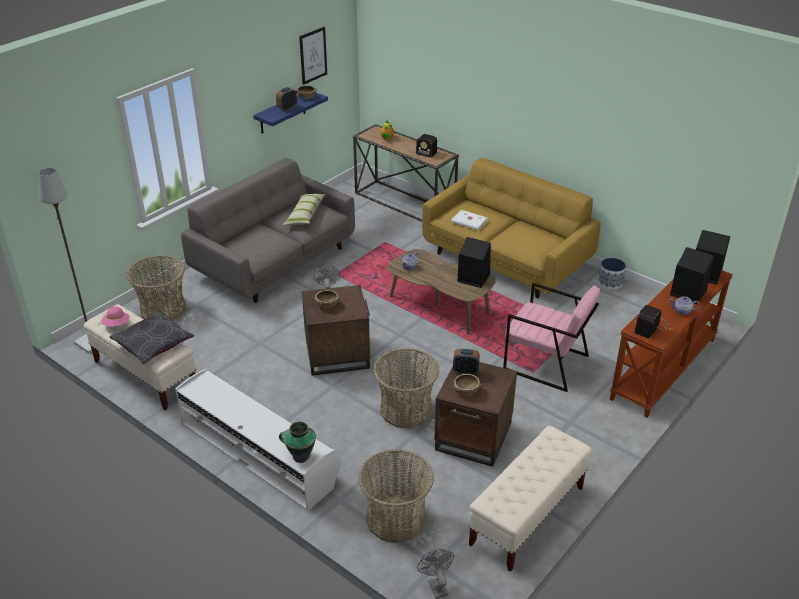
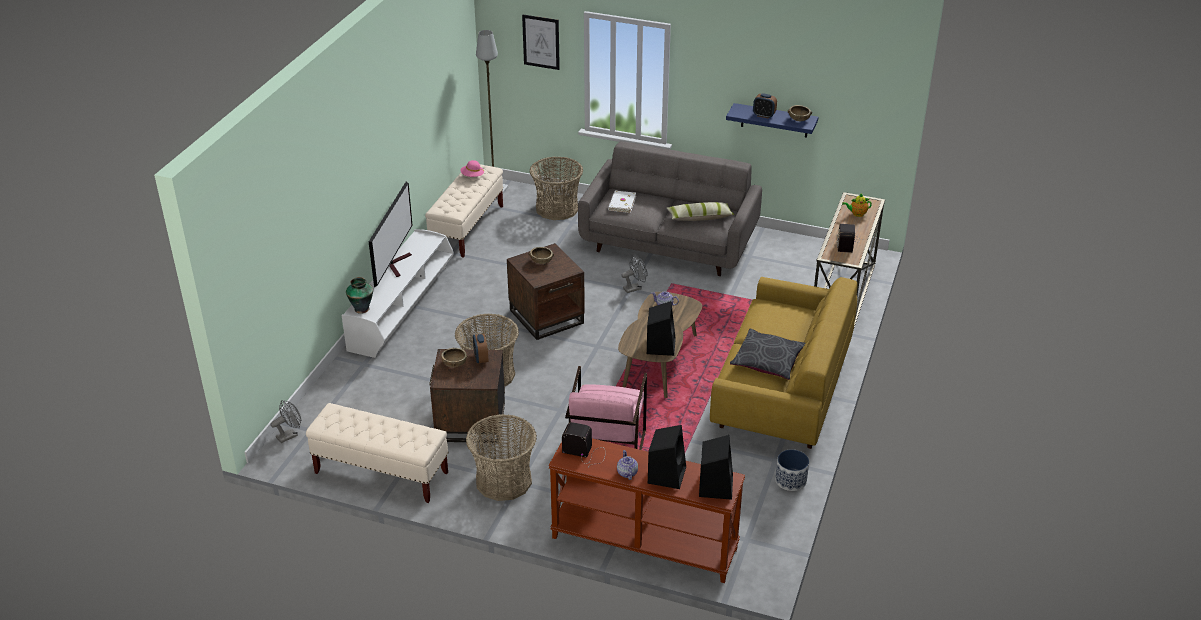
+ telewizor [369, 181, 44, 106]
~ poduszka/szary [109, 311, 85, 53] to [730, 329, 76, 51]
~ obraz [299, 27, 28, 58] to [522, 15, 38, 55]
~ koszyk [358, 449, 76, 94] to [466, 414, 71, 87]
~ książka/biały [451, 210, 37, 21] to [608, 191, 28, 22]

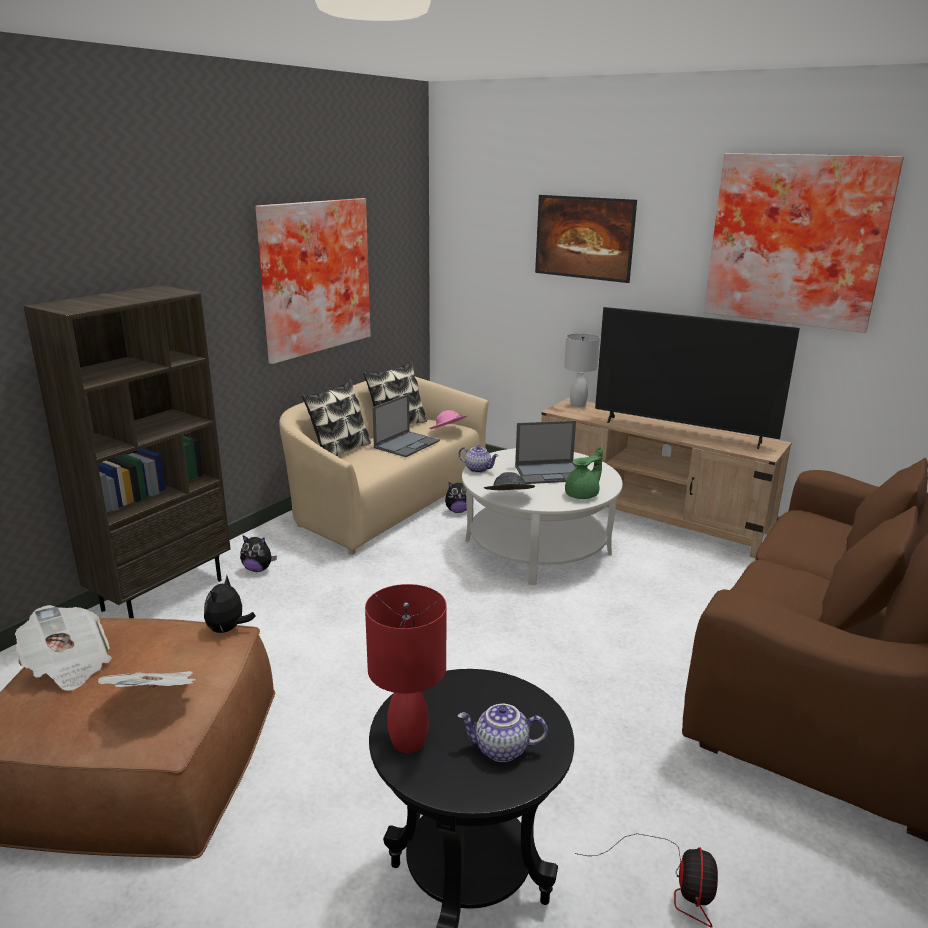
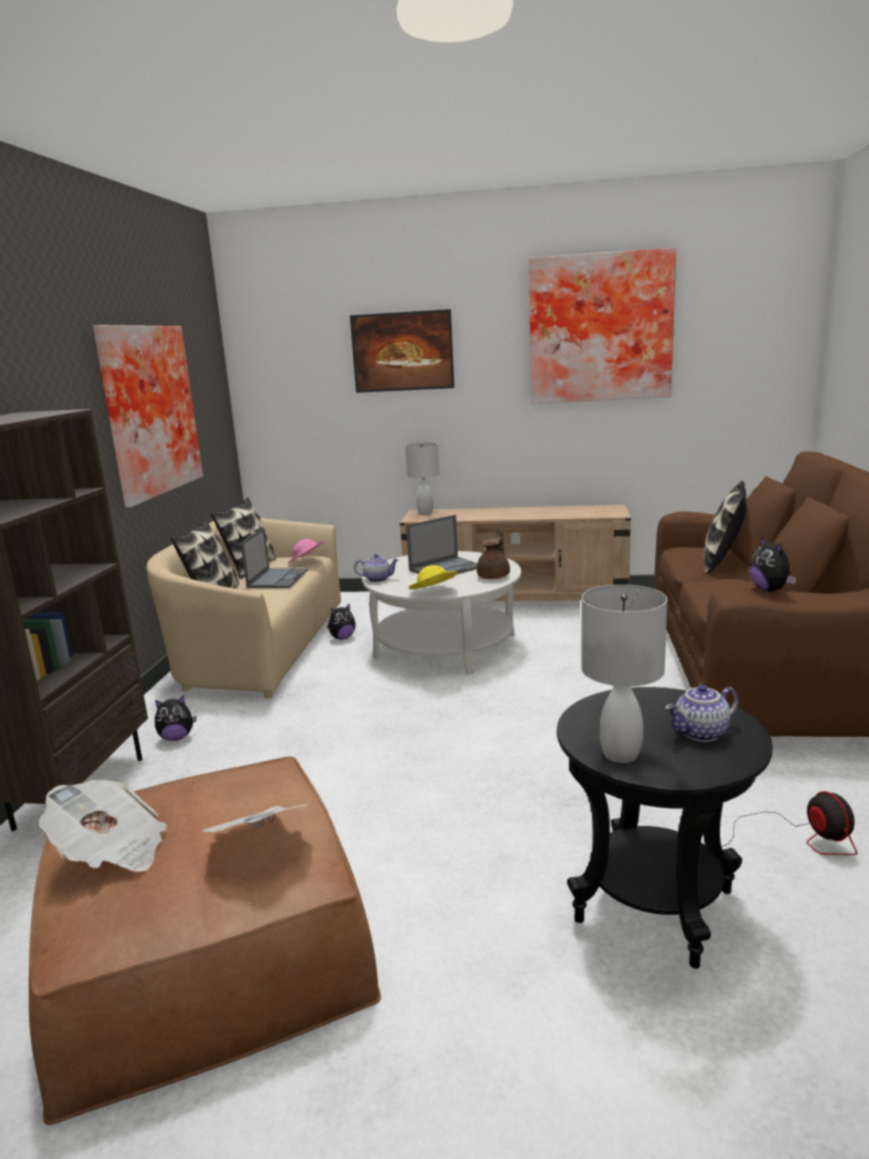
- telewizor [595, 307, 205, 142]
+ poduszka [704, 481, 43, 93]
~ pluszak [204, 575, 52, 58] to [749, 537, 48, 55]
~ lampa stołowa/czerwony [365, 584, 82, 169] to lampa stołowa/biały [581, 585, 86, 178]
~ kapelusz/szary [484, 472, 51, 18] to kapelusz/żółty [408, 565, 49, 25]
~ imbryk/zielony [565, 447, 38, 52] to imbryk/brązowy [477, 527, 33, 52]

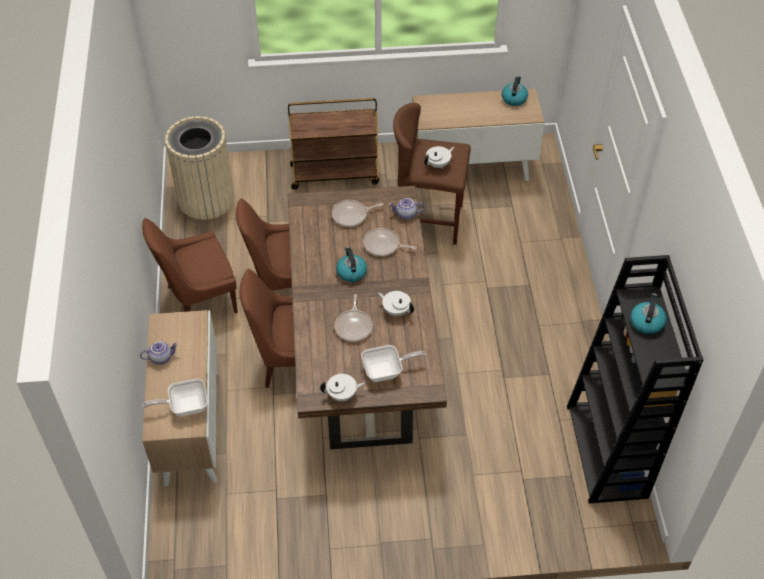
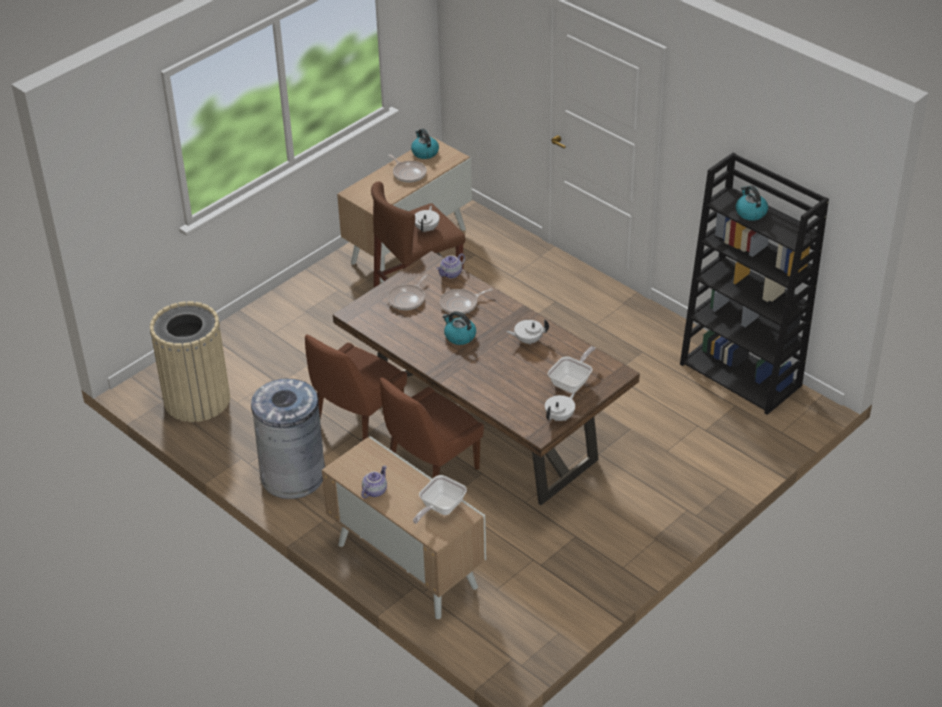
- wózek/brązowy [288, 98, 91, 92]
~ patelnia [334, 294, 39, 48] to [388, 154, 39, 28]
~ krzesło/brązowy [142, 218, 96, 95] to kosz na śmieci/szary [251, 379, 74, 120]

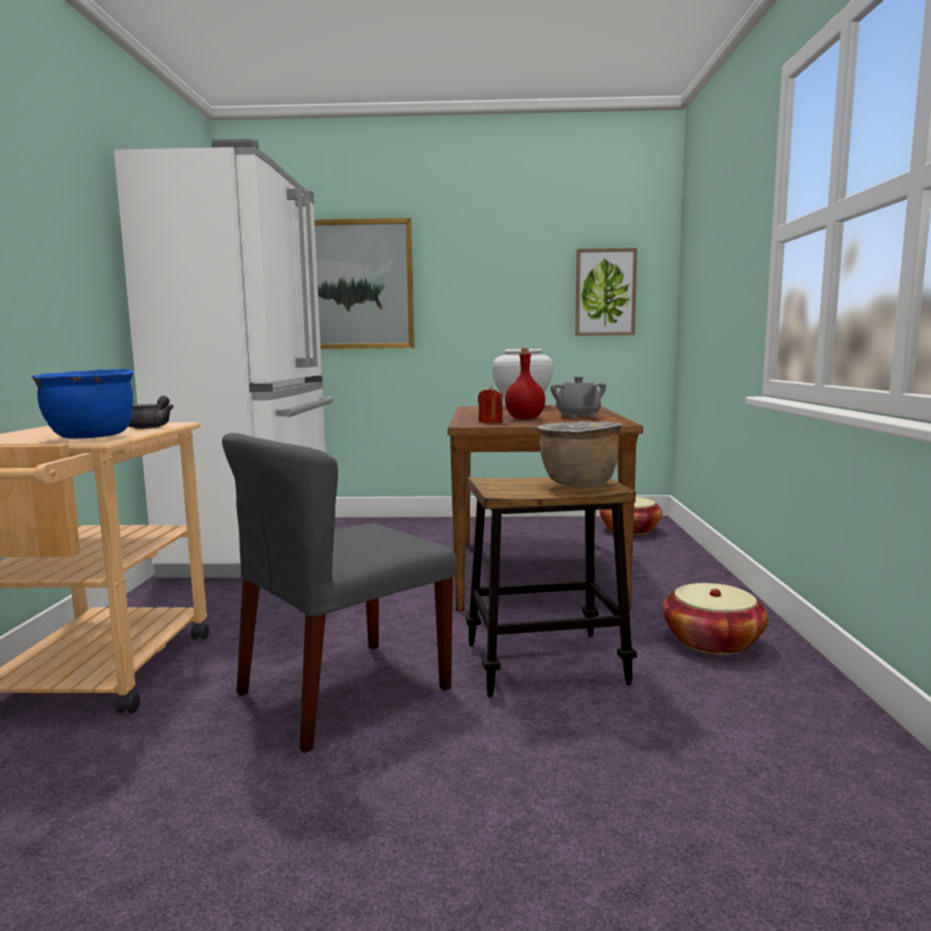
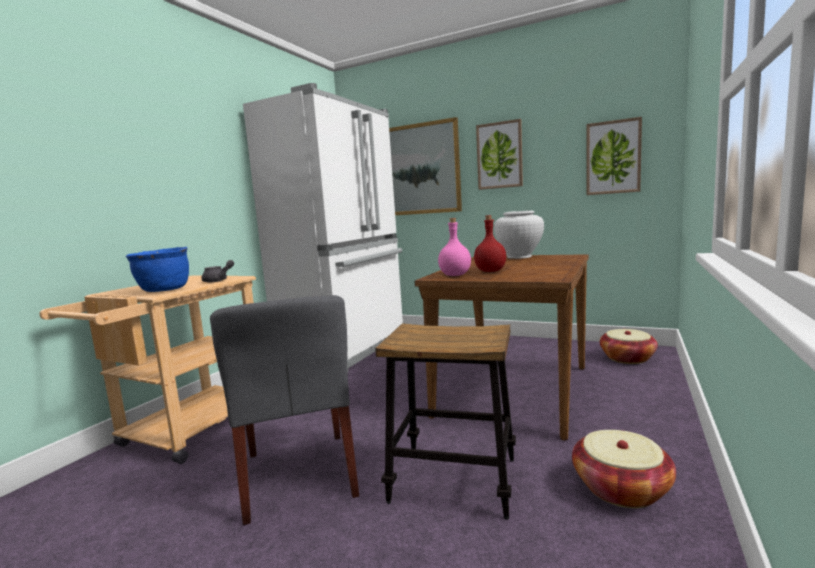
- garnek/brązowy [537, 421, 85, 66]
- imbryk/szary [551, 376, 55, 43]
+ obraz [476, 119, 47, 71]
~ świeca/czerwony [478, 386, 25, 37] to butelka/różowy [438, 218, 33, 58]
~ krzesło/szary [222, 433, 235, 320] = [210, 295, 149, 230] 90 degrees counterclockwise

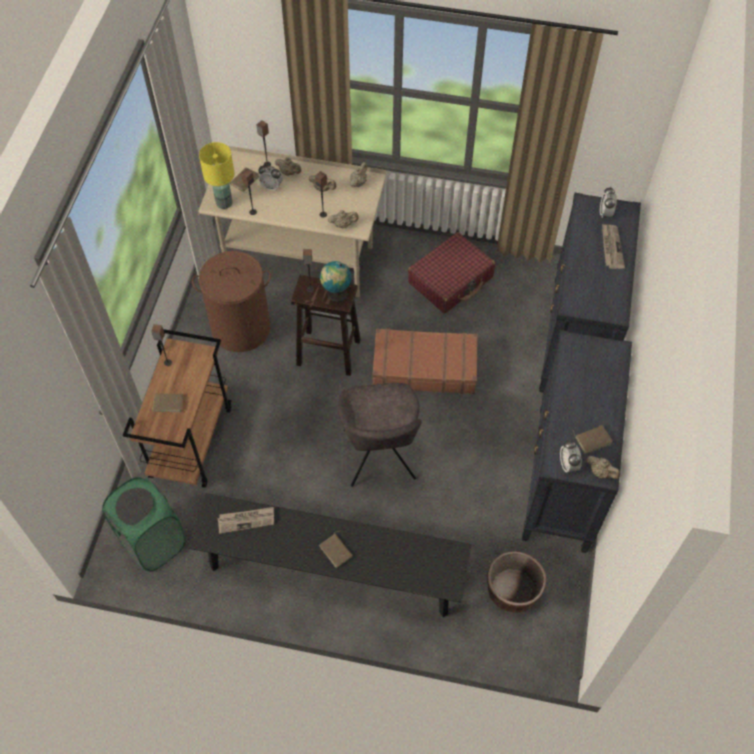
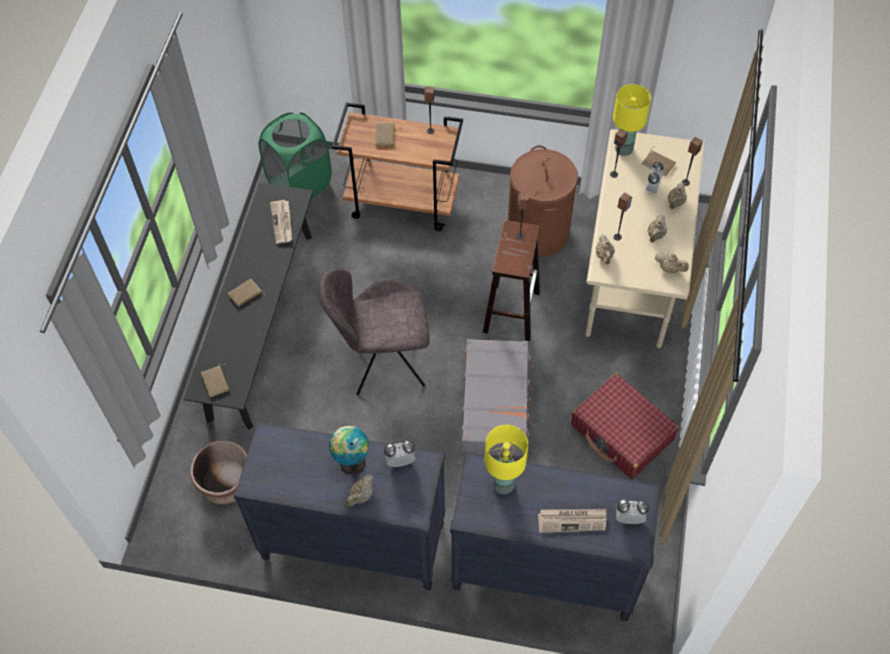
+ lampa stołowa/żółty [485, 425, 43, 69]
~ globus [320, 261, 32, 41] to [329, 426, 40, 49]
~ budzik [560, 440, 22, 33] to [384, 440, 31, 27]
~ książka/brązowy [573, 425, 40, 29] to [201, 364, 28, 33]
~ imbryk/beżowy [586, 456, 34, 23] to [346, 474, 28, 33]
~ walizka/brązowy [372, 328, 106, 66] to walizka/szary [461, 339, 71, 118]

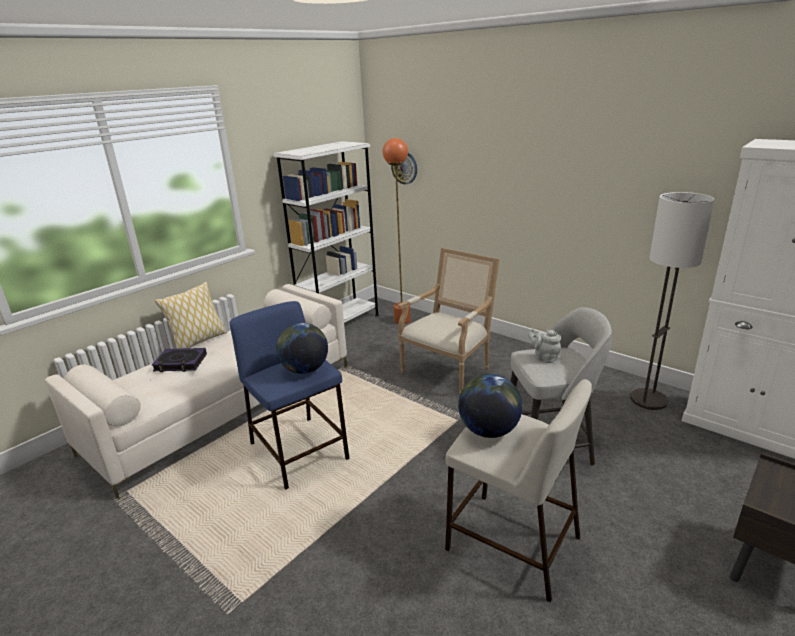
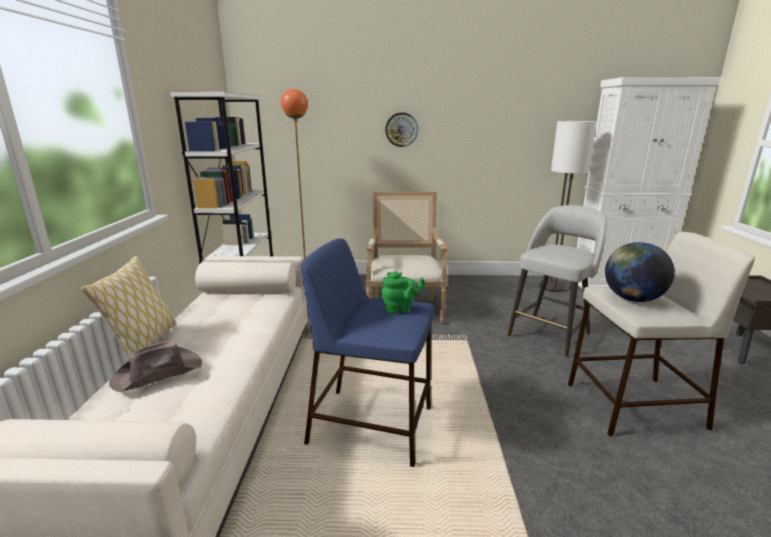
- imbryk/szary [528, 329, 33, 34]
~ zegar ścienny [391, 153, 26, 31] to [385, 112, 33, 35]
~ książka [151, 348, 56, 24] to kapelusz/brązowy [109, 340, 93, 52]
~ globus [276, 323, 52, 51] to imbryk/zielony [381, 271, 44, 43]

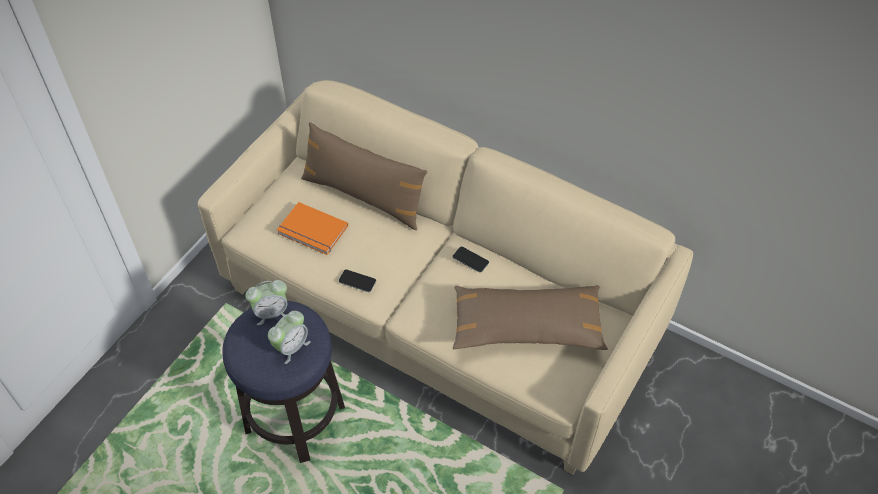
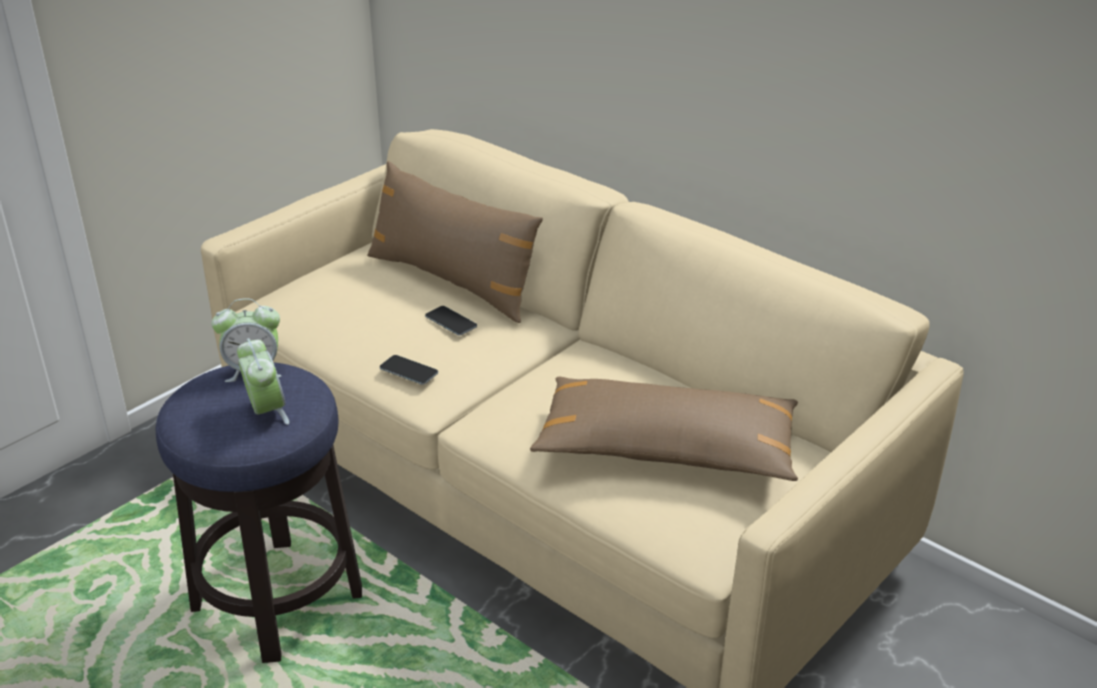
- książka/pomarańczowy [277, 202, 71, 53]
~ telefon [453, 246, 36, 27] to [425, 306, 52, 29]
~ budzik [268, 311, 43, 53] = [237, 338, 52, 87] 75 degrees counterclockwise

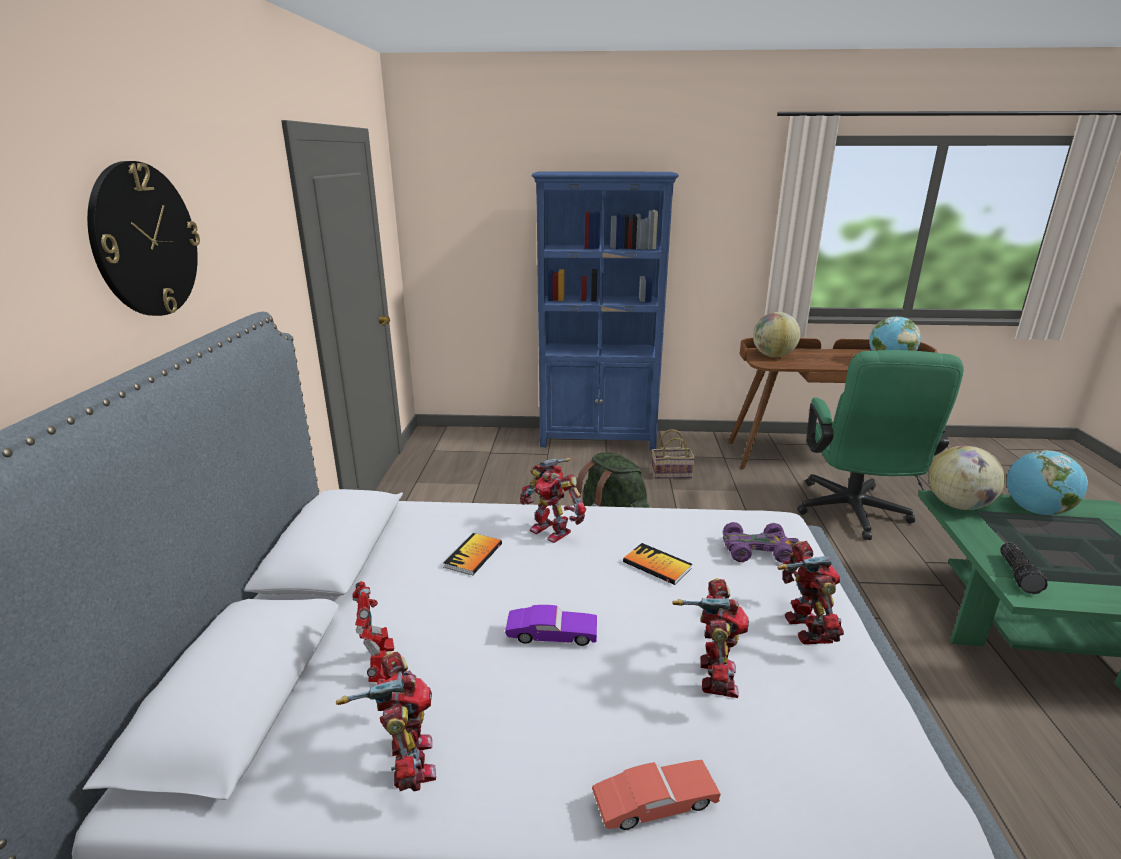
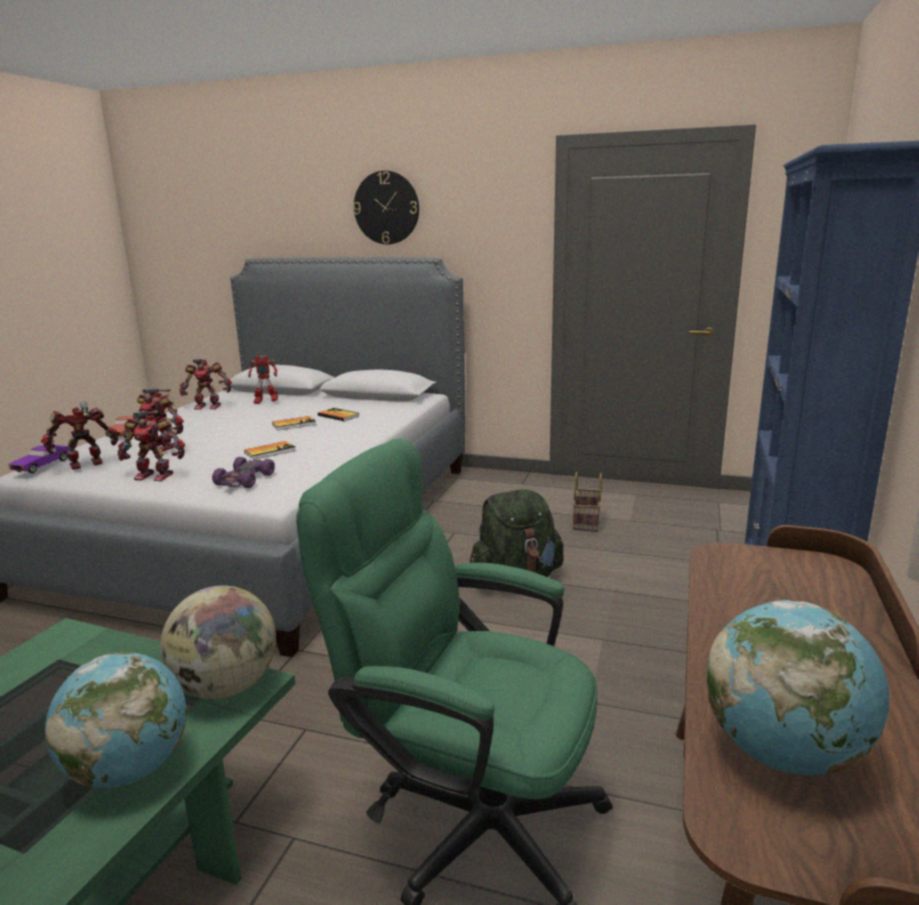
- globus [753, 312, 47, 45]
- latarka [1000, 542, 48, 52]
+ książka [272, 416, 45, 14]
~ samochodzik/fioletowy [505, 605, 92, 41] to [8, 445, 63, 28]
~ robot zabawkowy [520, 458, 66, 85] to [41, 402, 77, 68]
~ koszyk [651, 429, 44, 50] to [573, 472, 29, 60]

